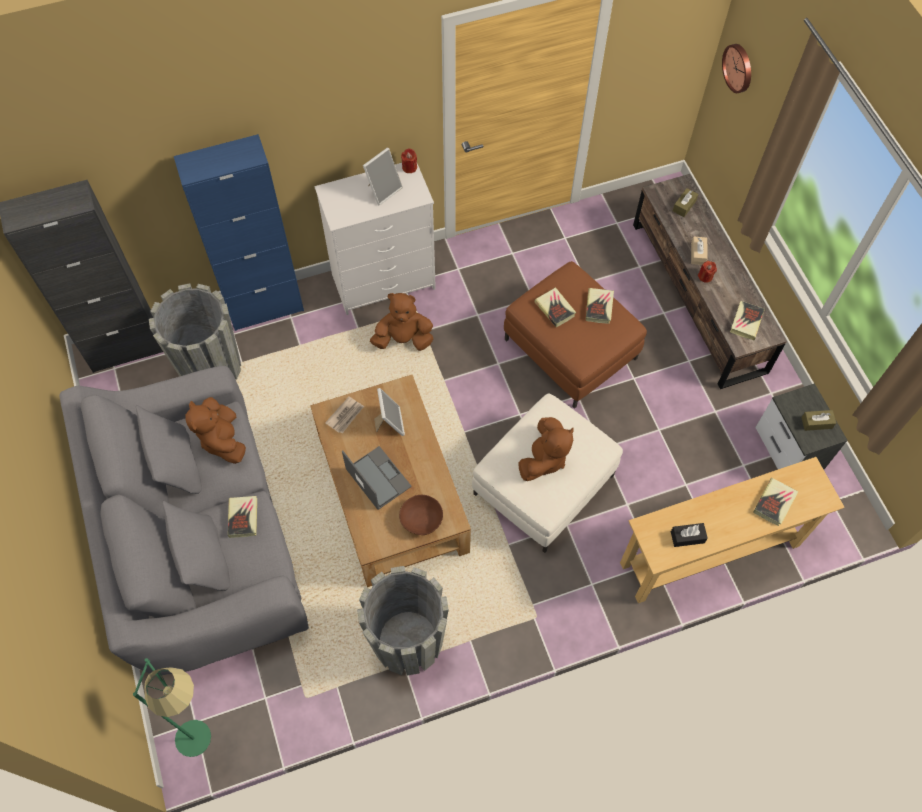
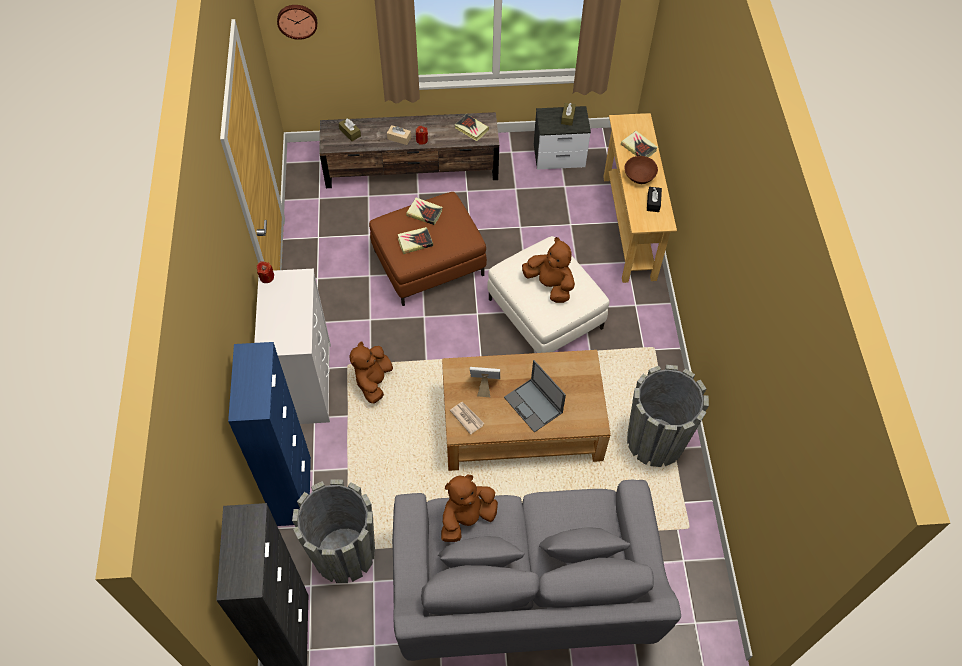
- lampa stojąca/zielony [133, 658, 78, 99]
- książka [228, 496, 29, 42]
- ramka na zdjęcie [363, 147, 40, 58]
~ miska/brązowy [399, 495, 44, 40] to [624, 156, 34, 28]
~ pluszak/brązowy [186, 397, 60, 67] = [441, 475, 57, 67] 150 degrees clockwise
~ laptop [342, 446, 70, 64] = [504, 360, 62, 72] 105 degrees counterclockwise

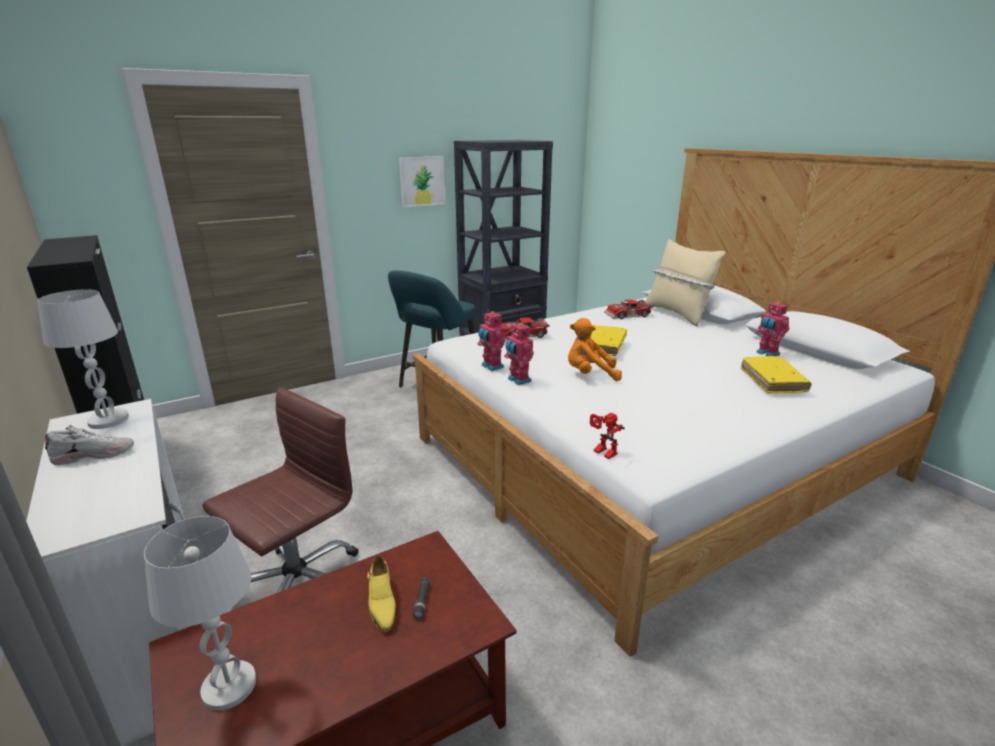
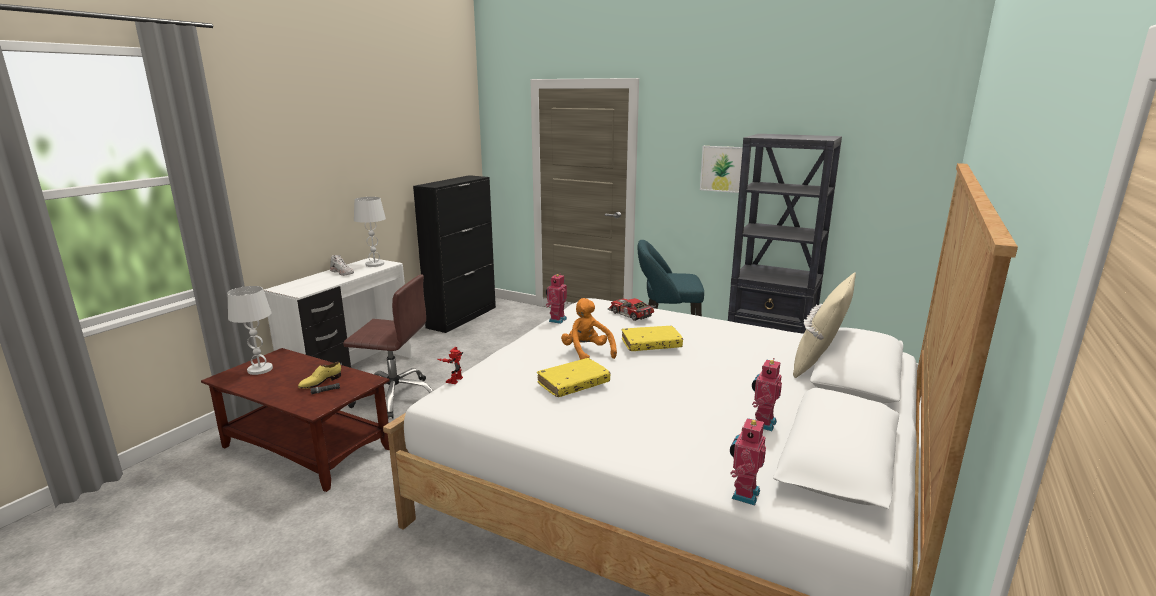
- samochodzik [604, 300, 49, 19]
~ robot zabawkowy [504, 322, 30, 63] to [730, 416, 36, 90]
~ książka/żółty [741, 356, 71, 38] to [537, 358, 74, 39]

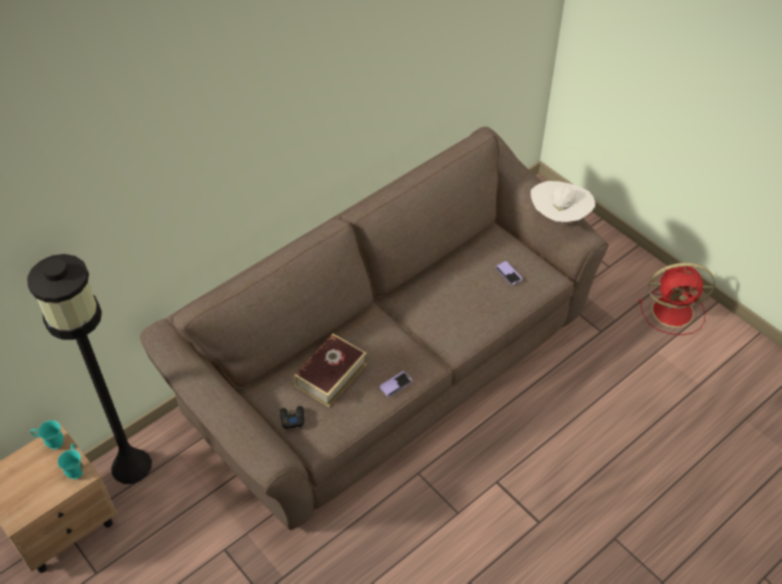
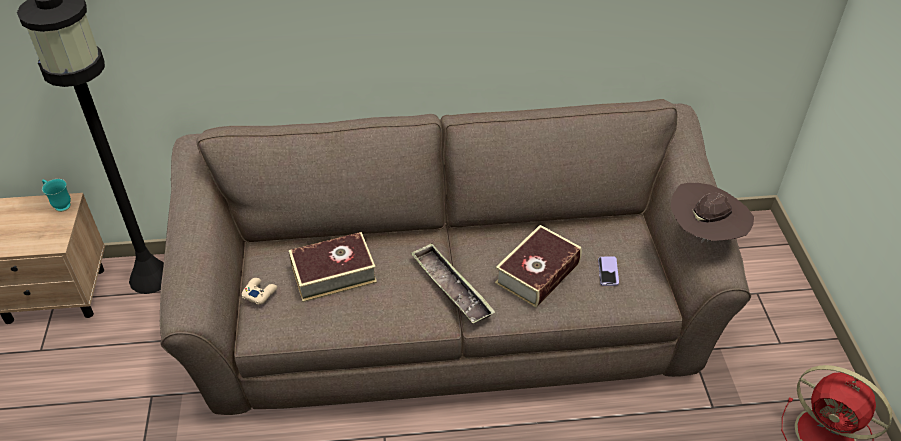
- kubek/turkusowy [57, 443, 27, 37]
- telefon [380, 371, 32, 26]
+ taca [410, 243, 85, 80]
+ książka [495, 225, 87, 83]
~ pad do gier/czarny [280, 406, 24, 23] to pad do gier/beżowy [242, 278, 35, 27]
~ kapelusz/biały [531, 181, 64, 43] to kapelusz/brązowy [671, 183, 83, 60]

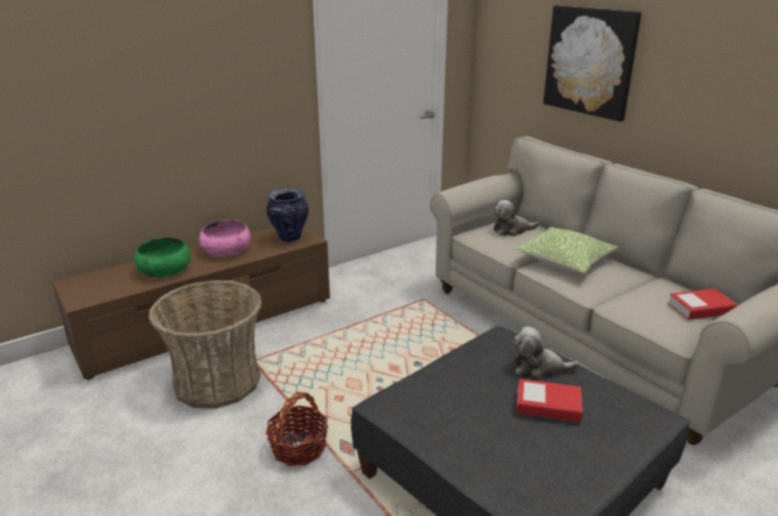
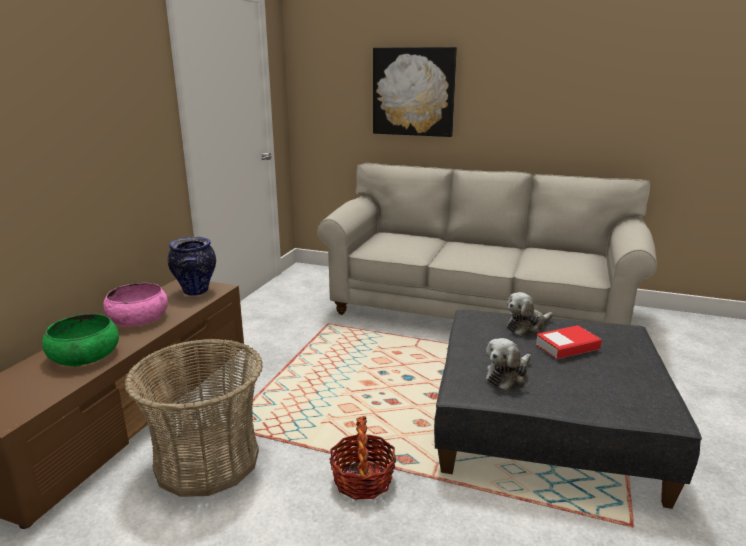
- poduszka [513, 227, 106, 47]
- książka [668, 289, 70, 31]
~ pluszak [493, 200, 46, 36] to [486, 338, 45, 52]

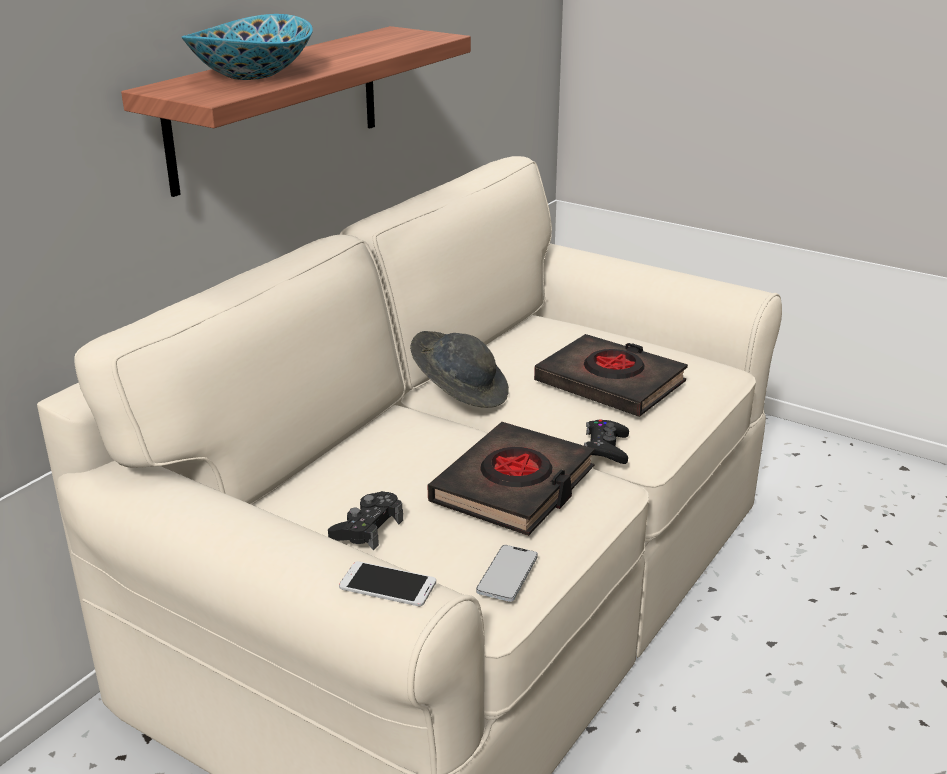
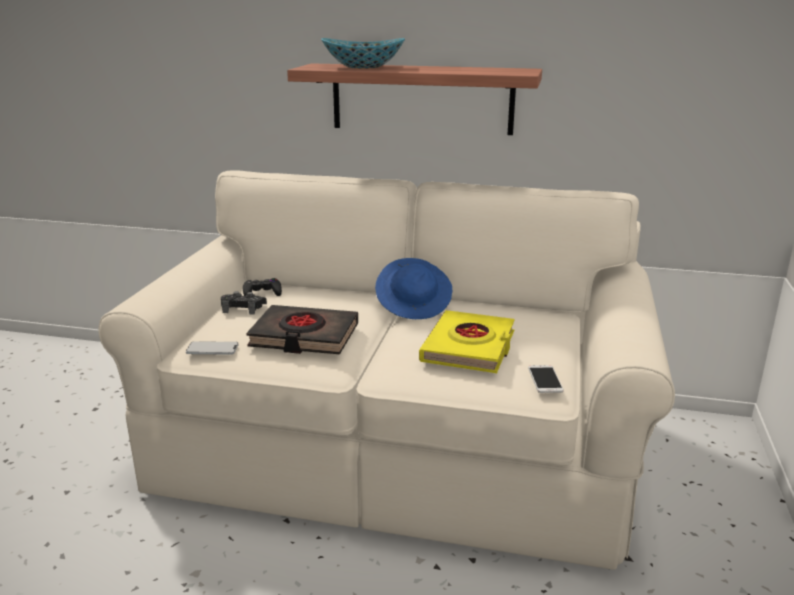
~ telefon [339, 561, 97, 45] to [528, 365, 36, 28]
~ pad do gier/czarny [584, 420, 45, 44] to [243, 278, 39, 18]
~ kapelusz/szary [410, 331, 99, 77] to kapelusz/niebieski [375, 258, 77, 61]
~ książka/czarny [534, 334, 154, 83] to książka/żółty [419, 310, 95, 63]

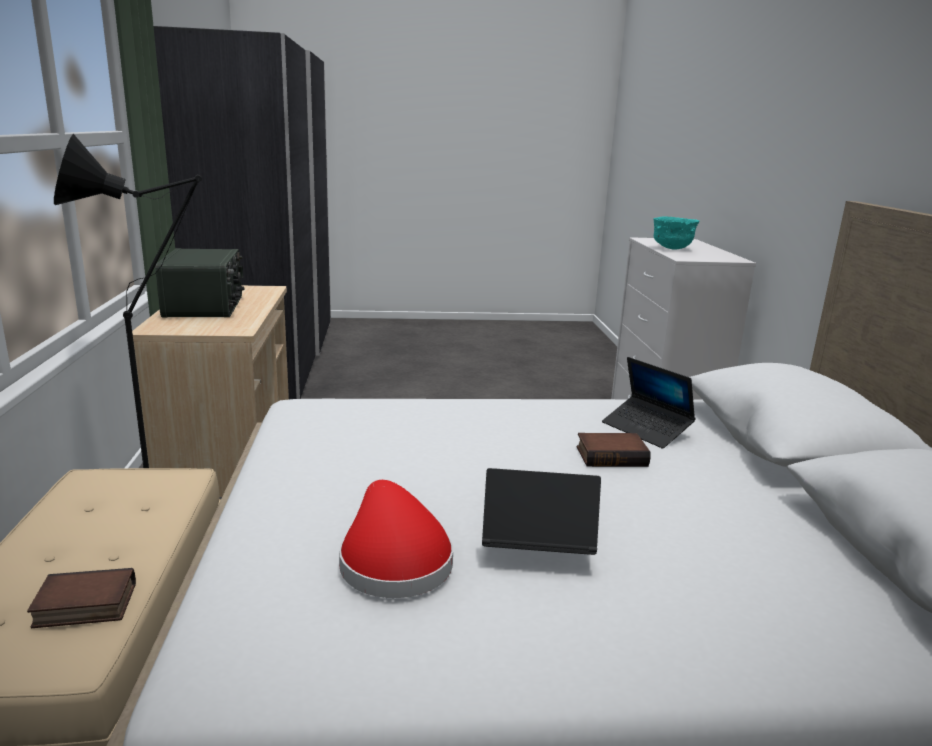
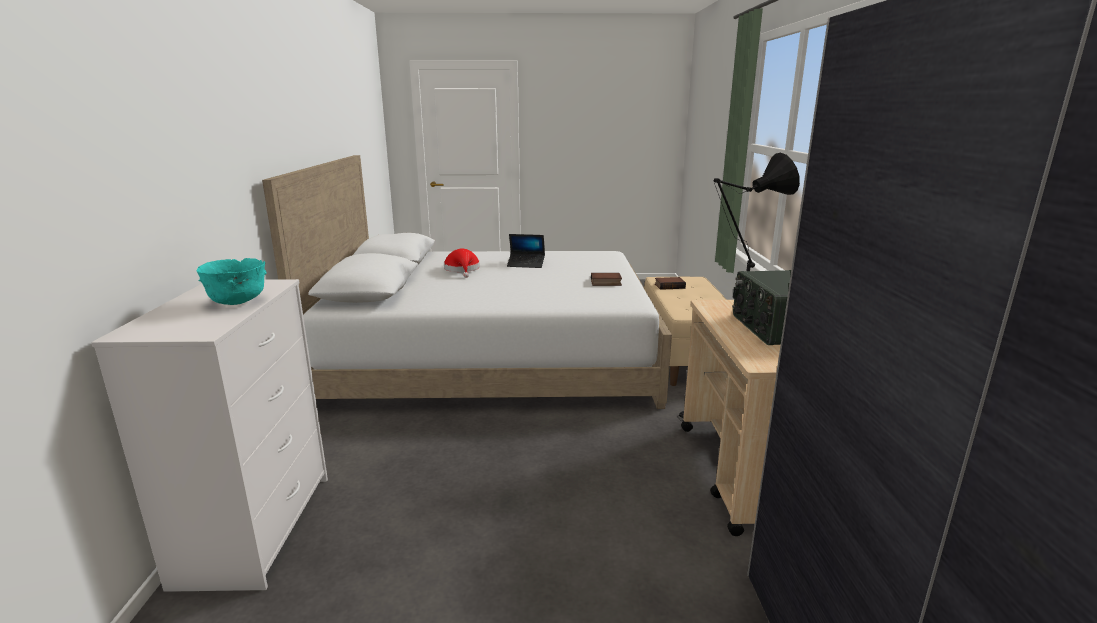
- laptop [602, 357, 93, 91]
~ kapelusz/czerwony [339, 480, 114, 118] to [444, 248, 36, 30]
~ książka [577, 433, 74, 34] to [591, 273, 31, 13]

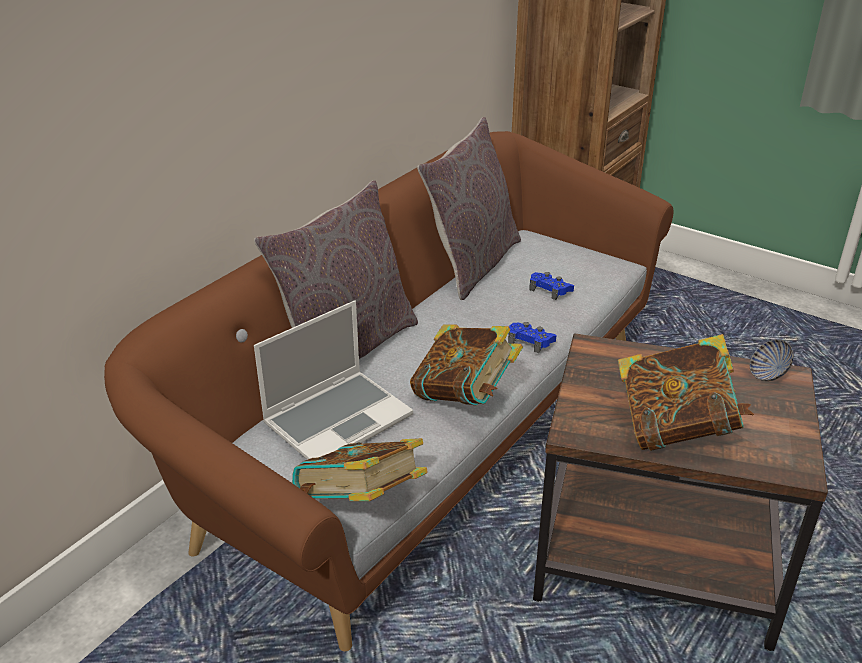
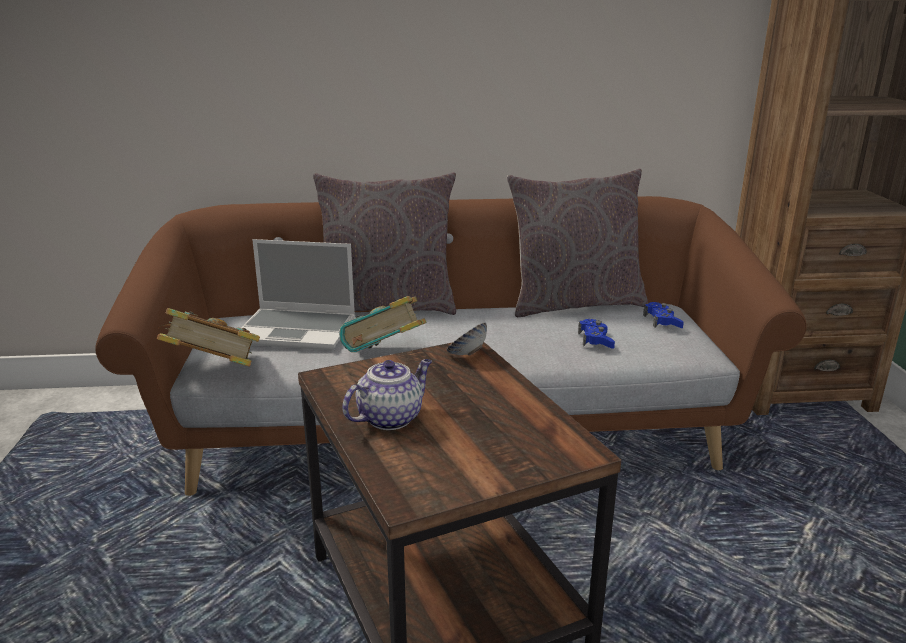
~ pad do gier/niebieski [508, 322, 48, 31] to [643, 302, 41, 26]
~ miska [750, 339, 44, 42] to [447, 322, 40, 33]
~ książka [618, 334, 136, 117] to imbryk [342, 359, 90, 71]

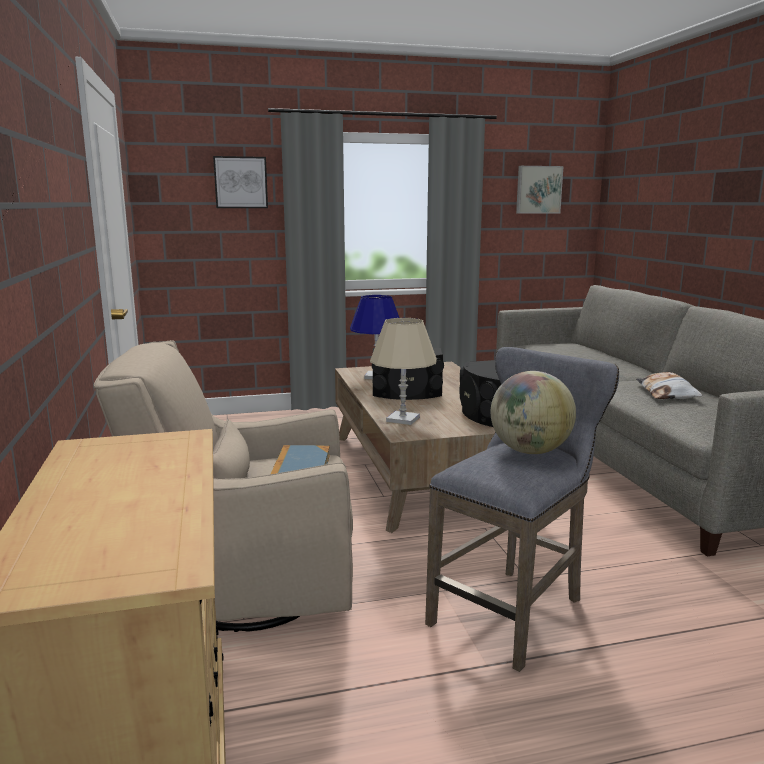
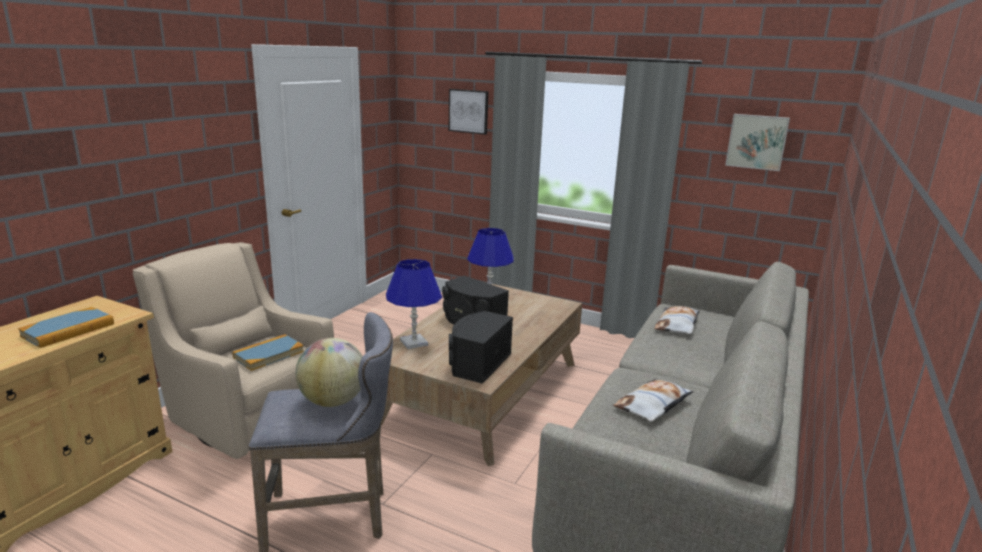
+ książka [18, 307, 96, 41]
+ poduszka [655, 306, 45, 28]
~ lampa stołowa/beżowy [370, 318, 67, 107] to lampa stołowa/niebieski [386, 259, 56, 90]

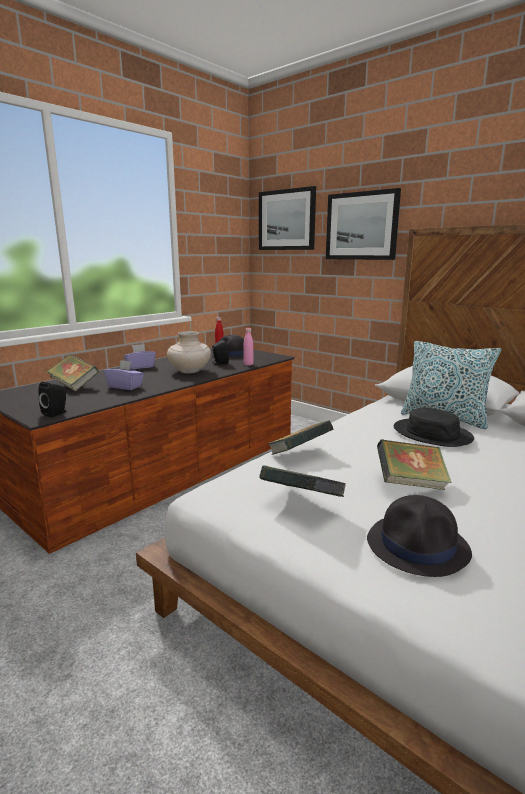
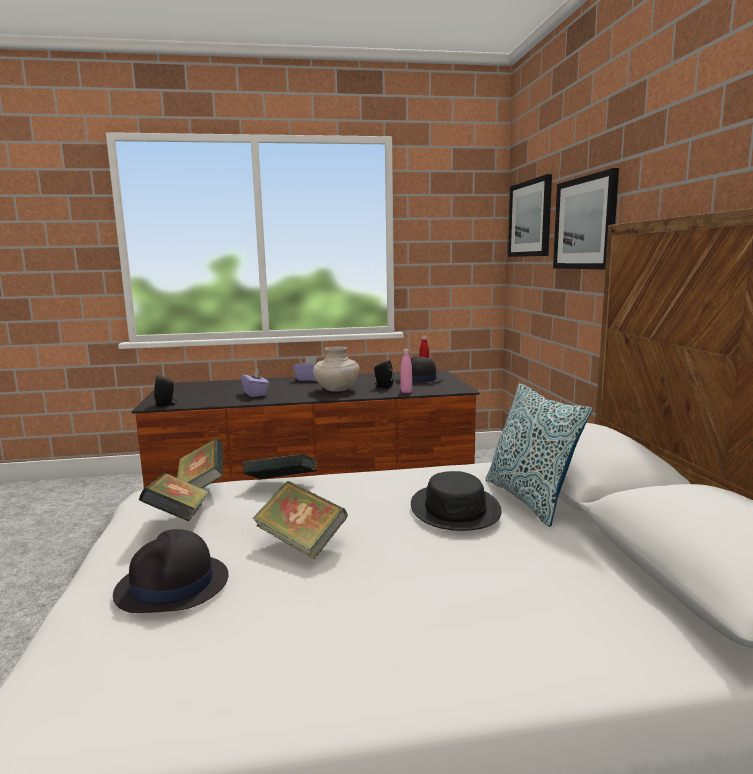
~ książka [47, 354, 52, 38] to [177, 439, 46, 50]

